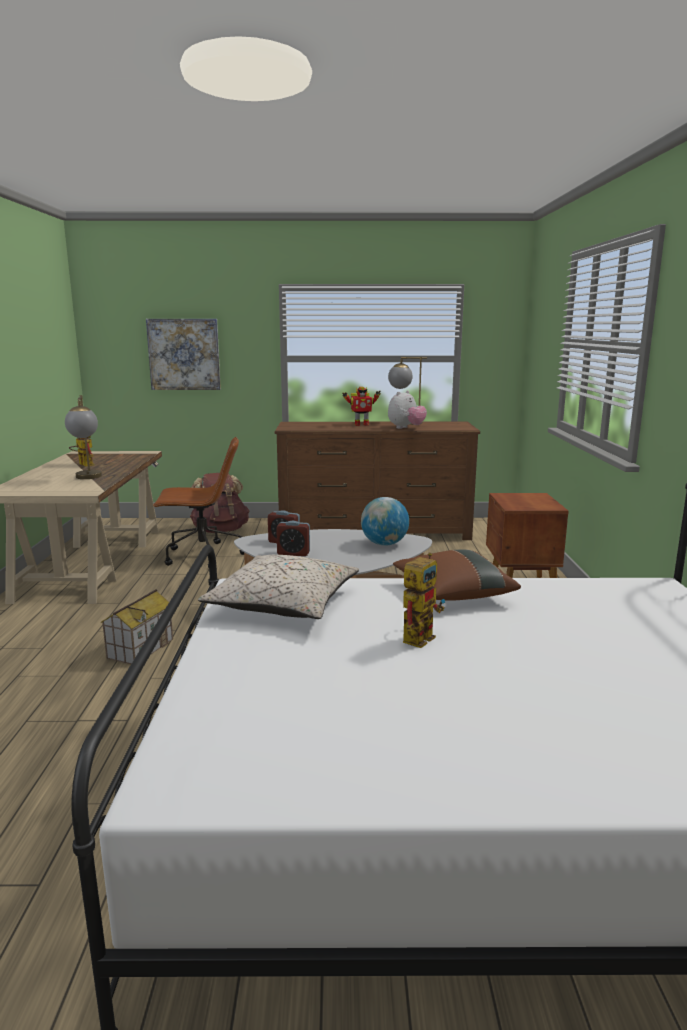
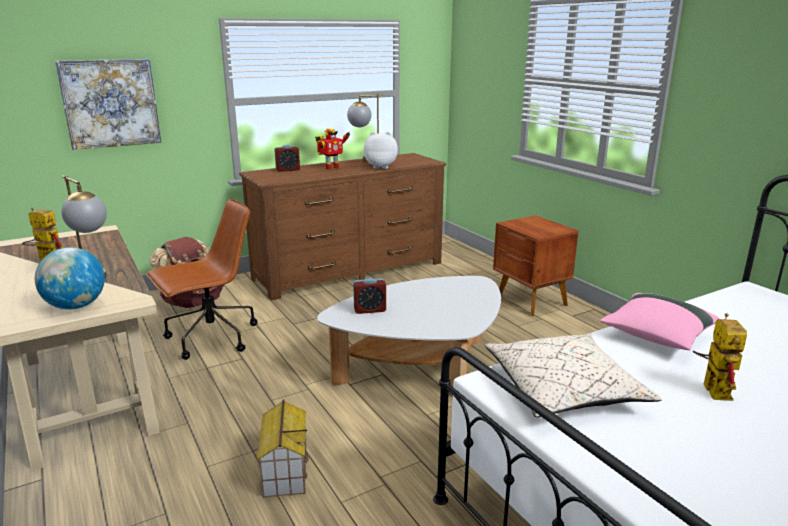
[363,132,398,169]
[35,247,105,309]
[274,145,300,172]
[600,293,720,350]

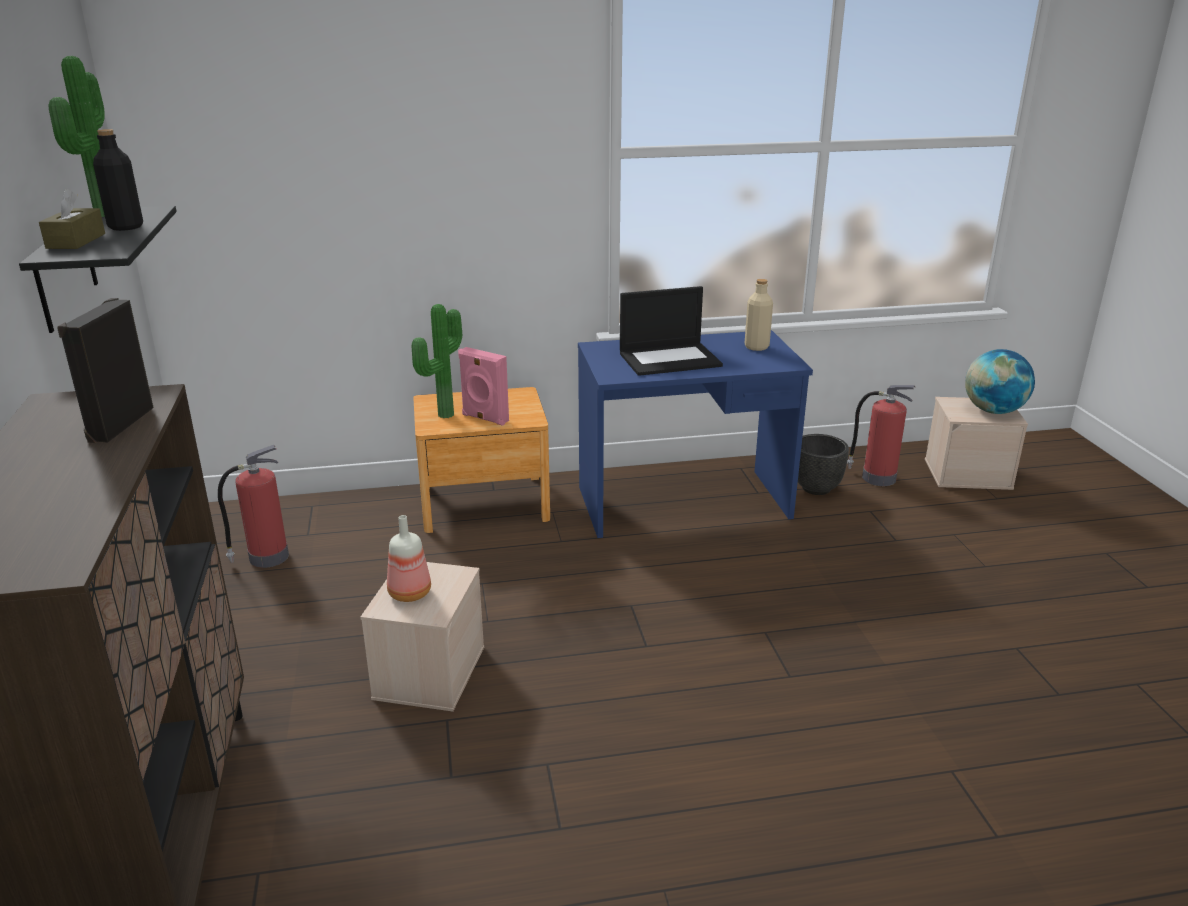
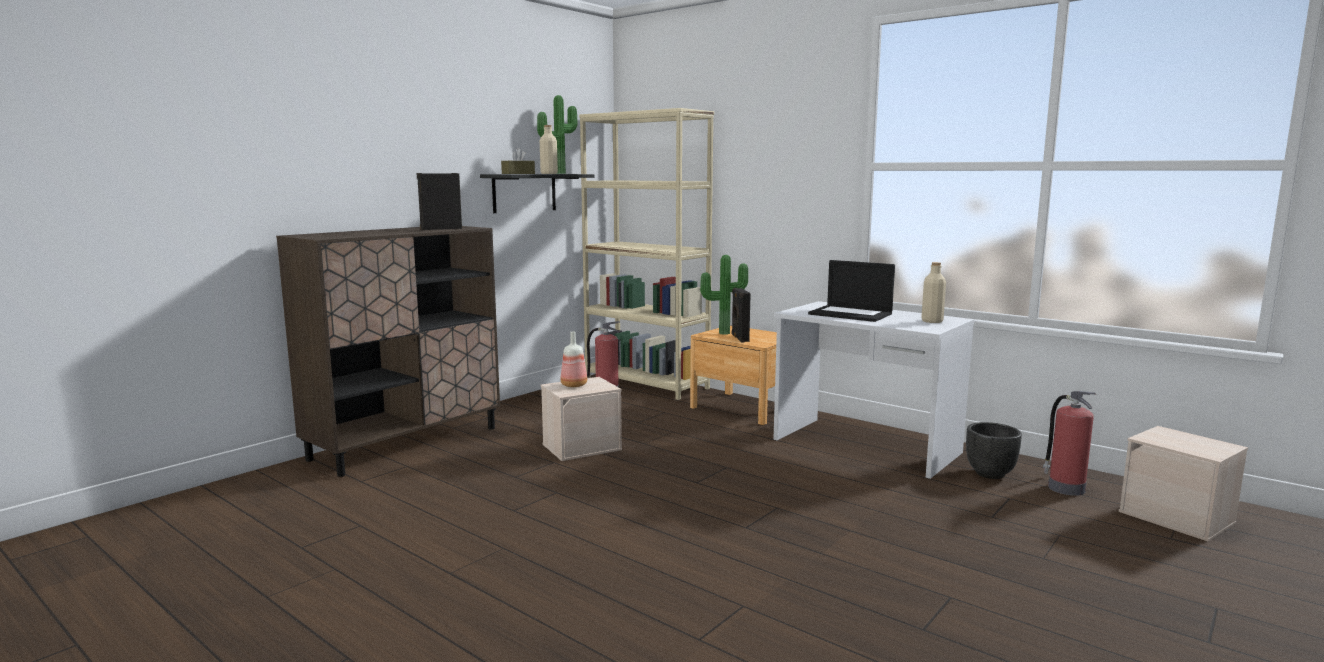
[540,125,558,174]
[773,301,974,479]
[731,288,751,342]
[965,349,1035,414] (first image)
[579,108,714,400]

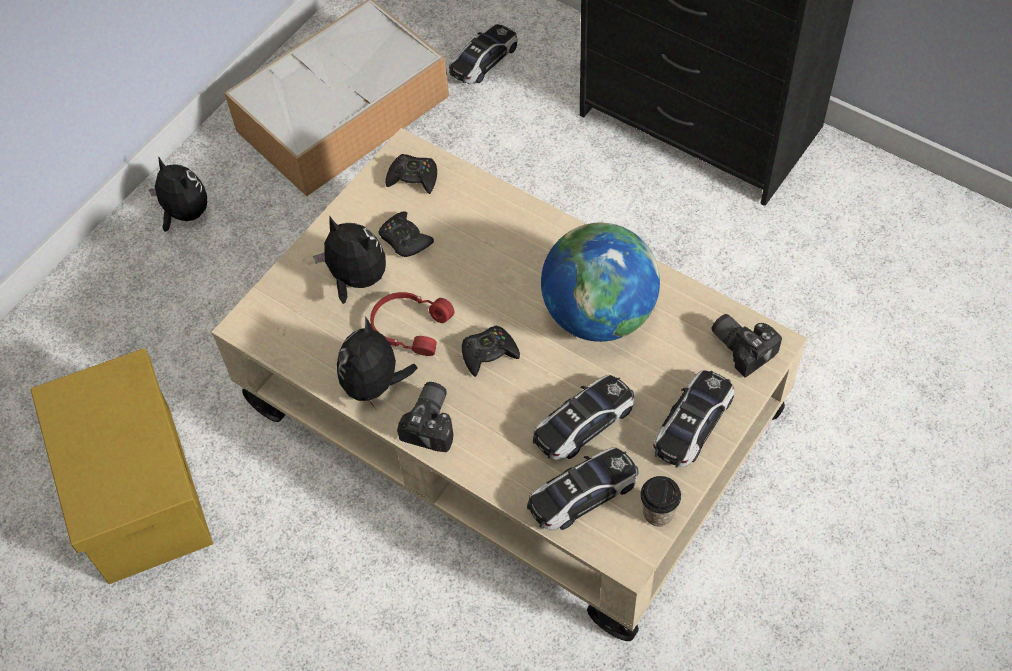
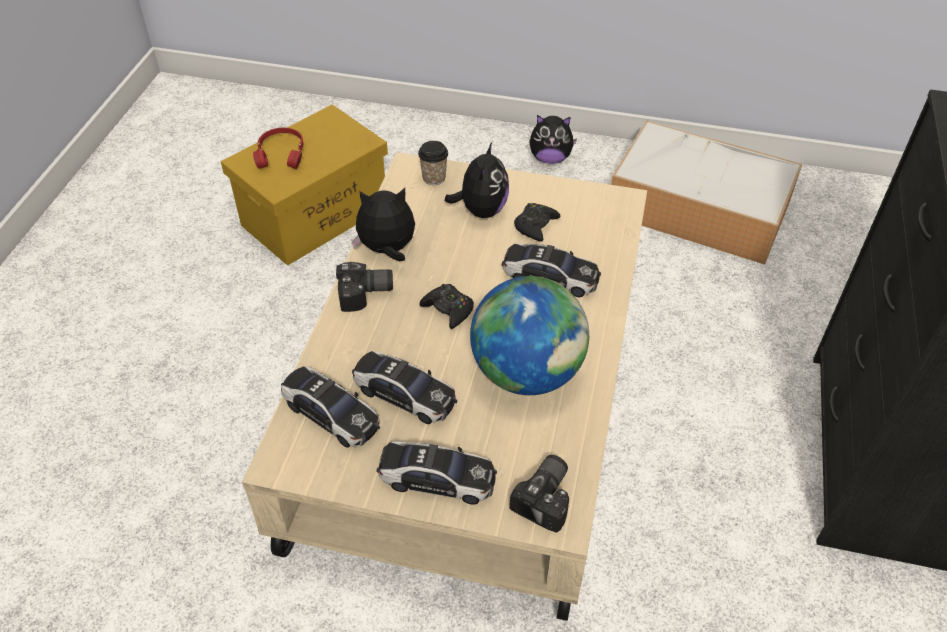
[502,243,601,297]
[385,154,437,194] (first image)
[530,115,577,164]
[253,128,303,169]
[418,141,448,185]

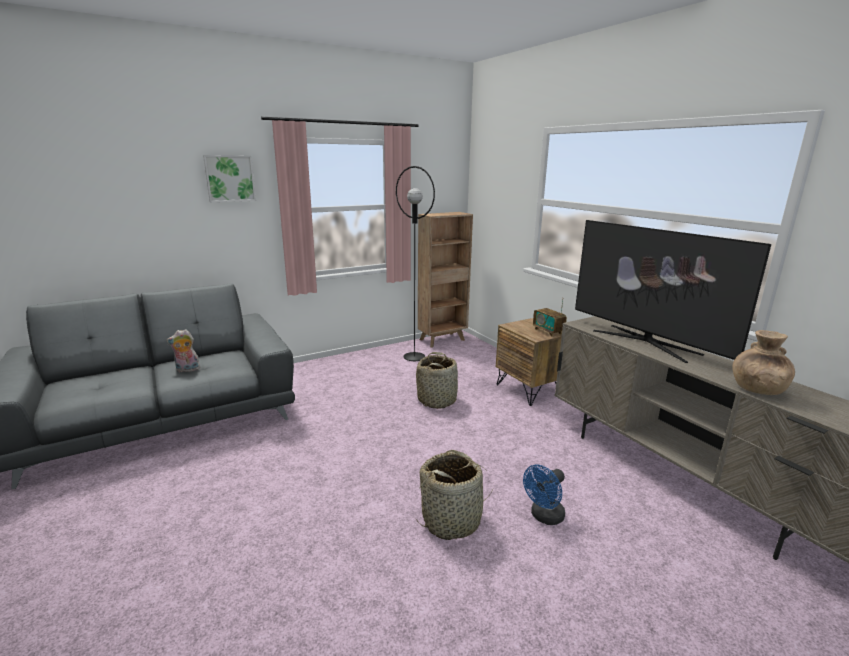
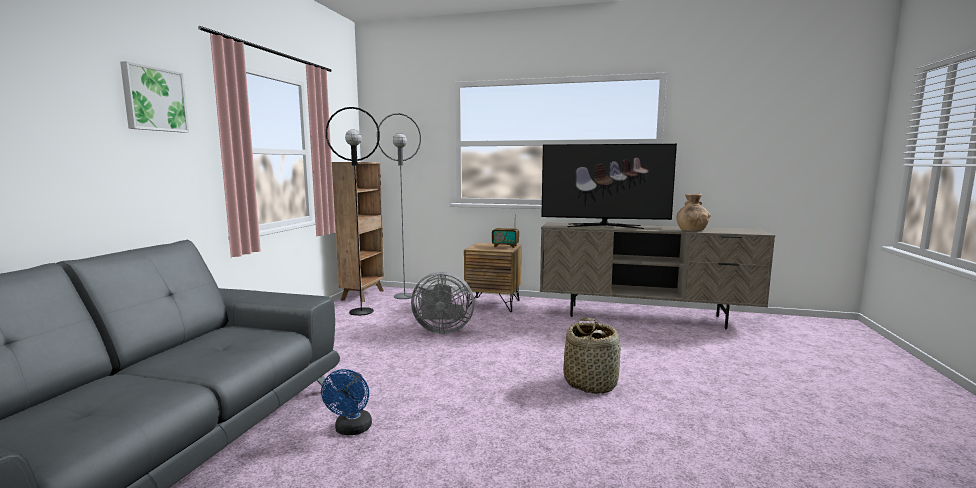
[167,329,200,372] (first image)
[411,272,474,334]
[321,369,372,435]
[377,113,421,299]

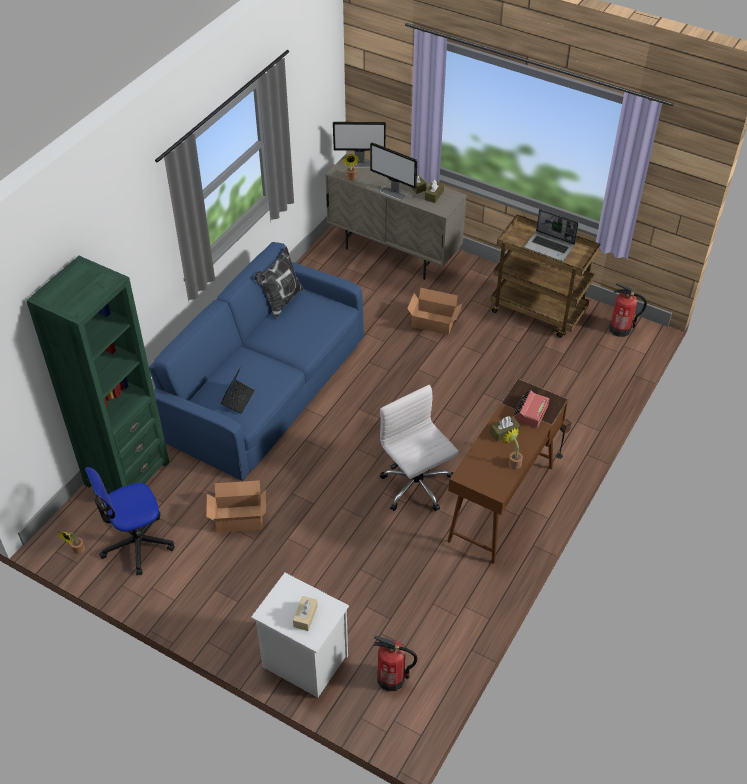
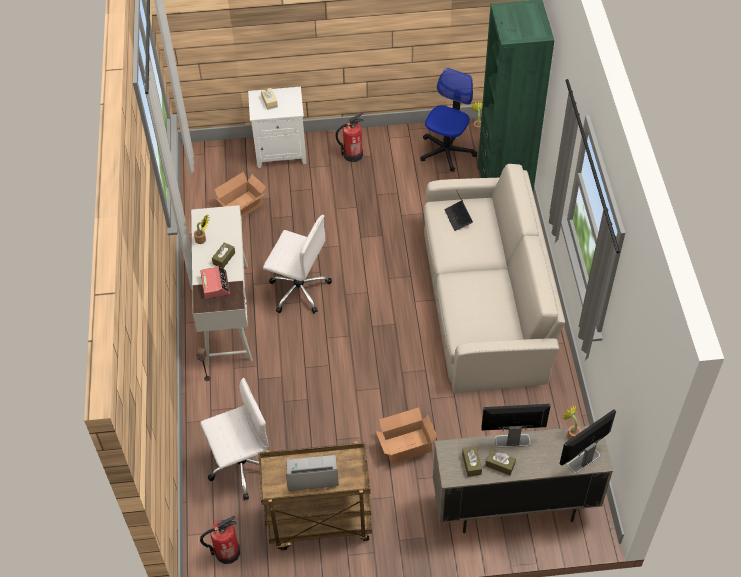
[424,164,565,393]
[254,246,304,319] (first image)
[191,205,253,366]
[214,172,266,218]
[336,112,364,162]
[200,378,269,500]

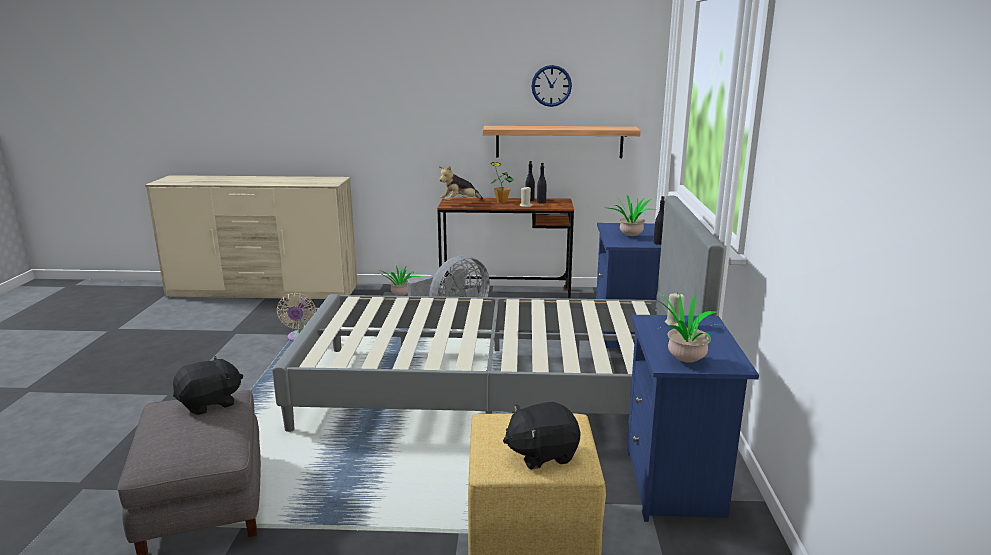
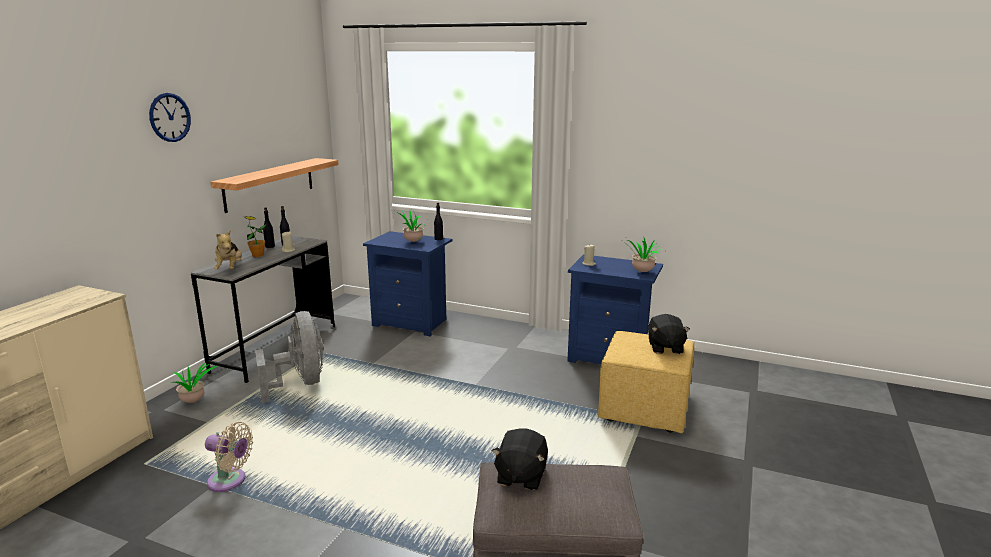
[149,93,191,142]
[272,195,724,432] (first image)
[191,236,336,383]
[492,429,548,490]

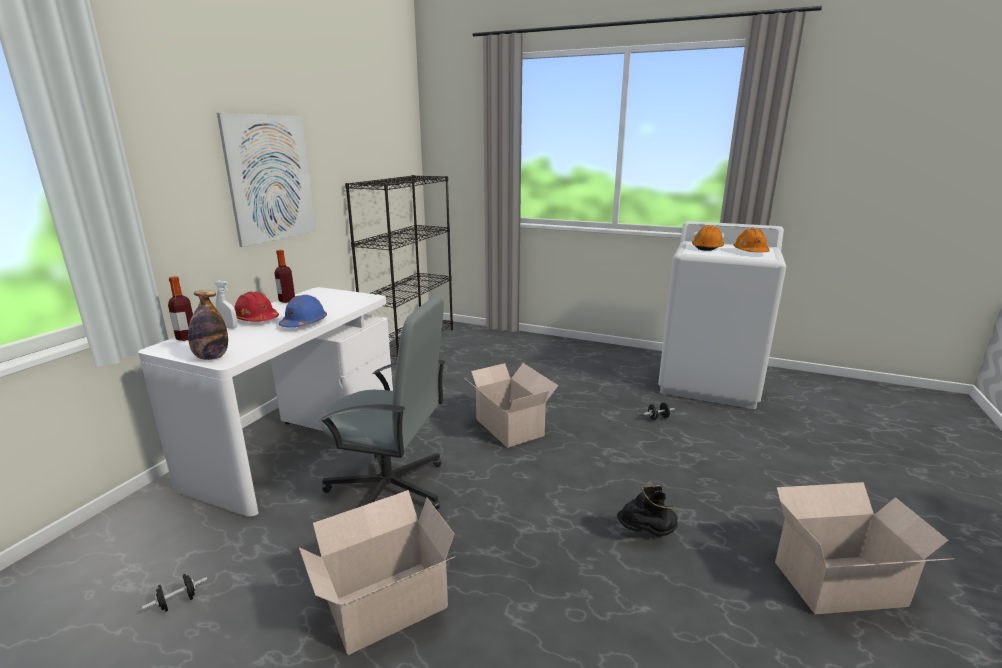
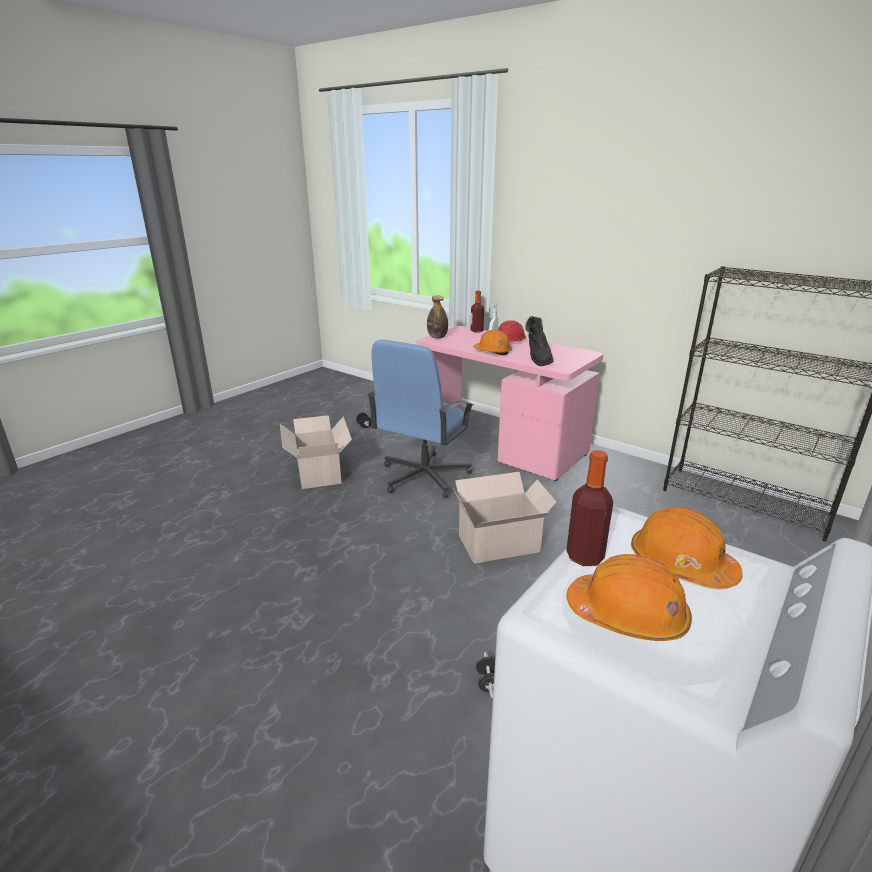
[217,113,316,247] (first image)
[566,450,613,566]
[417,326,603,481]
[473,330,512,356]
[367,340,474,498]
[775,482,954,614] (first image)
[525,316,554,366]

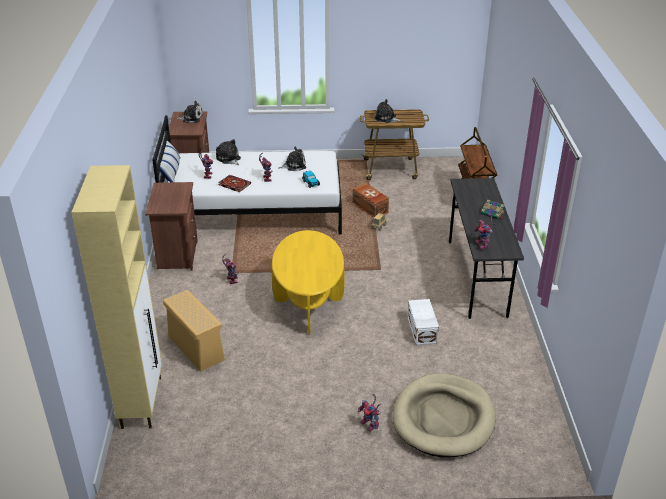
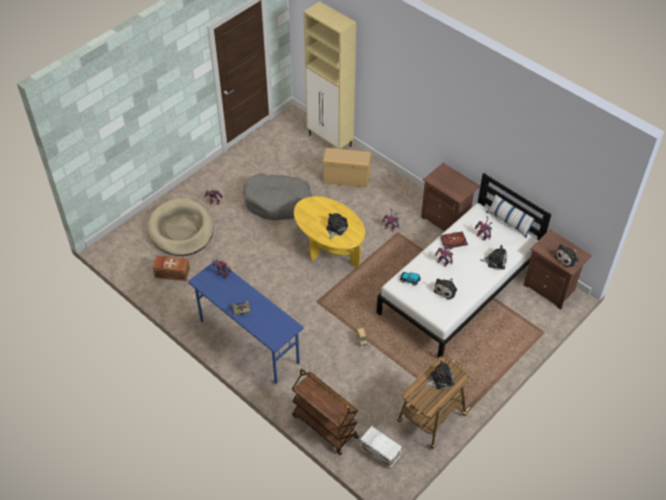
[188,259,303,384]
[152,255,190,281]
[360,426,402,469]
[243,173,312,220]
[326,213,348,239]

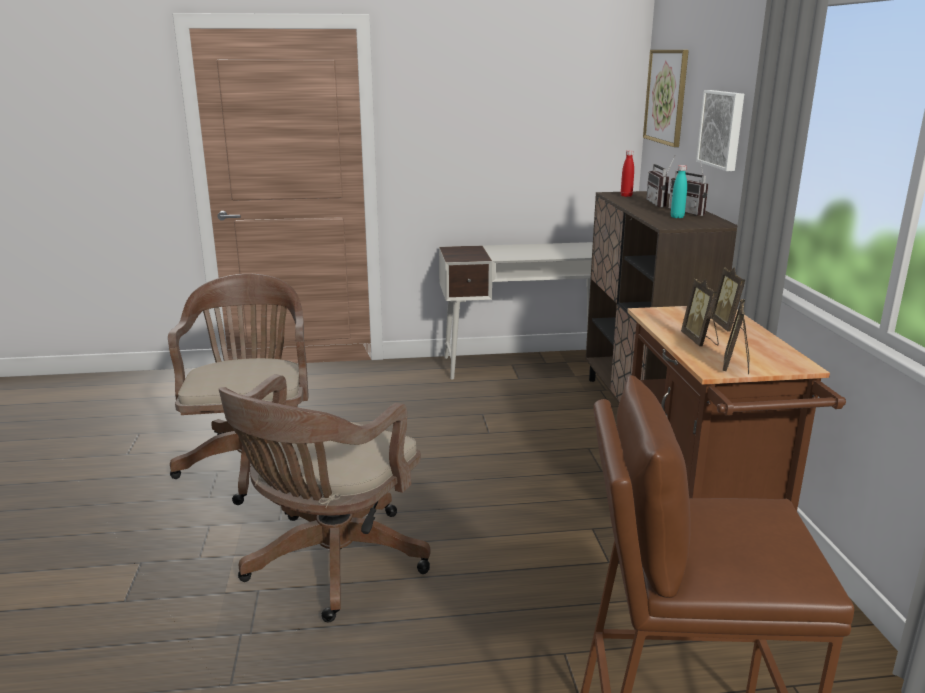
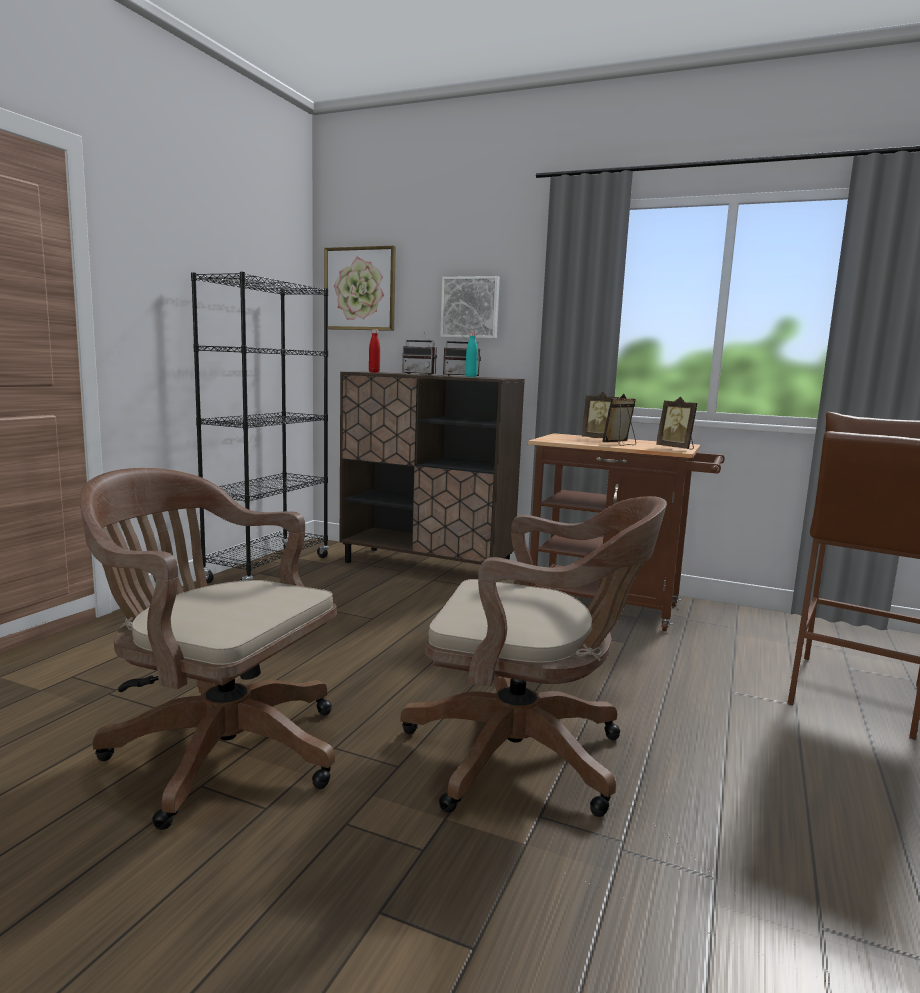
[191,272,329,583]
[602,394,636,446]
[401,496,667,817]

